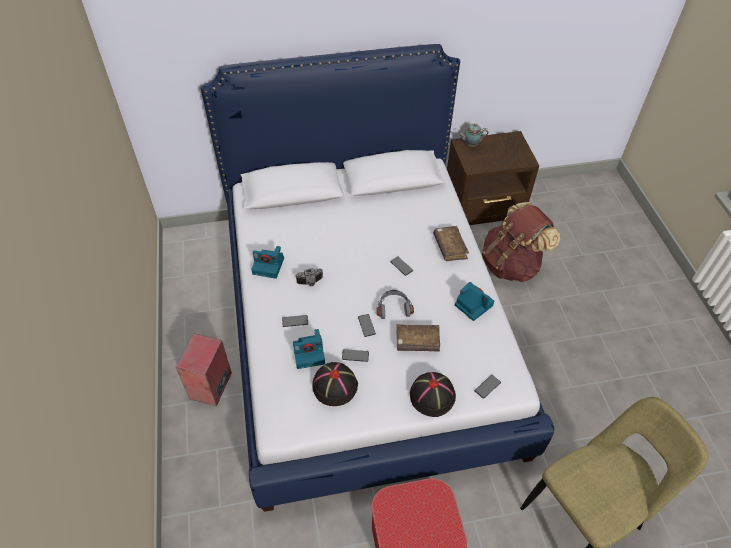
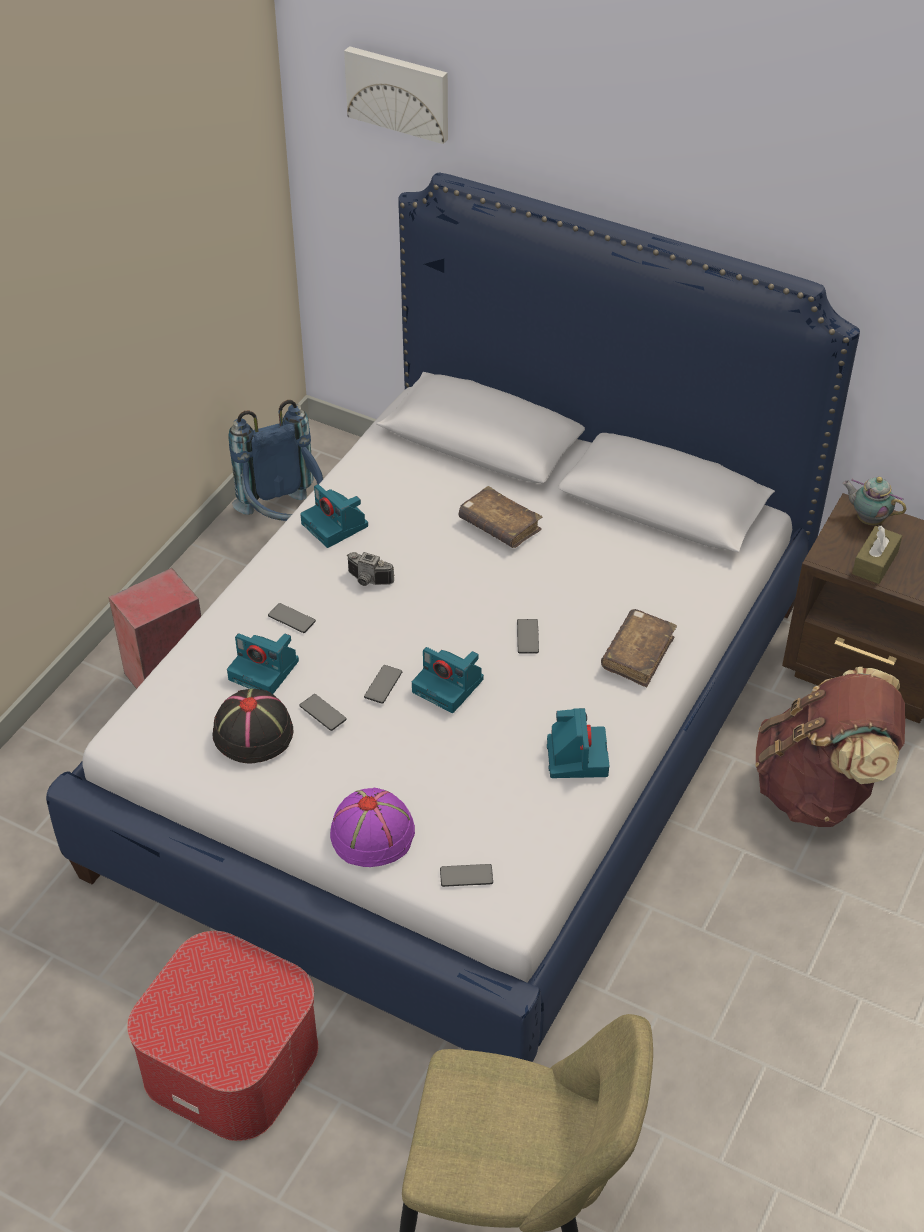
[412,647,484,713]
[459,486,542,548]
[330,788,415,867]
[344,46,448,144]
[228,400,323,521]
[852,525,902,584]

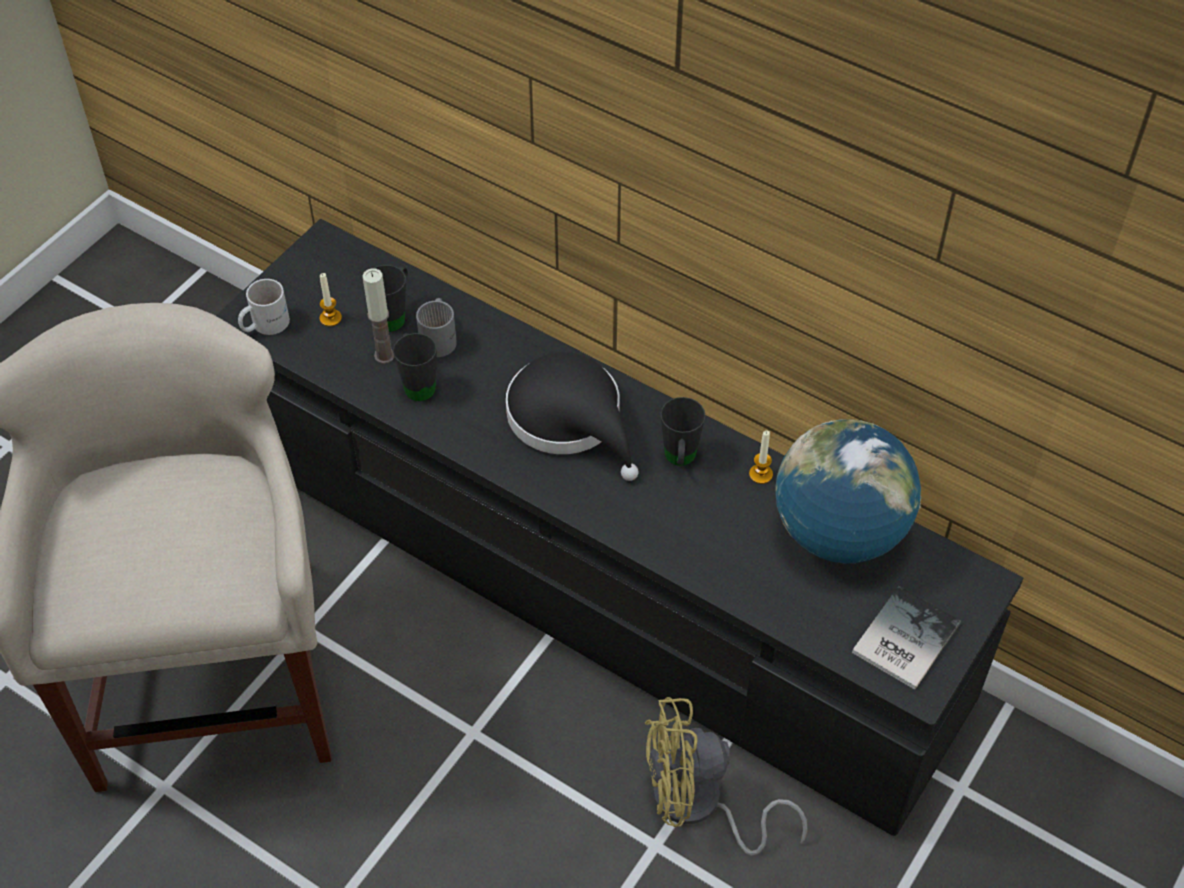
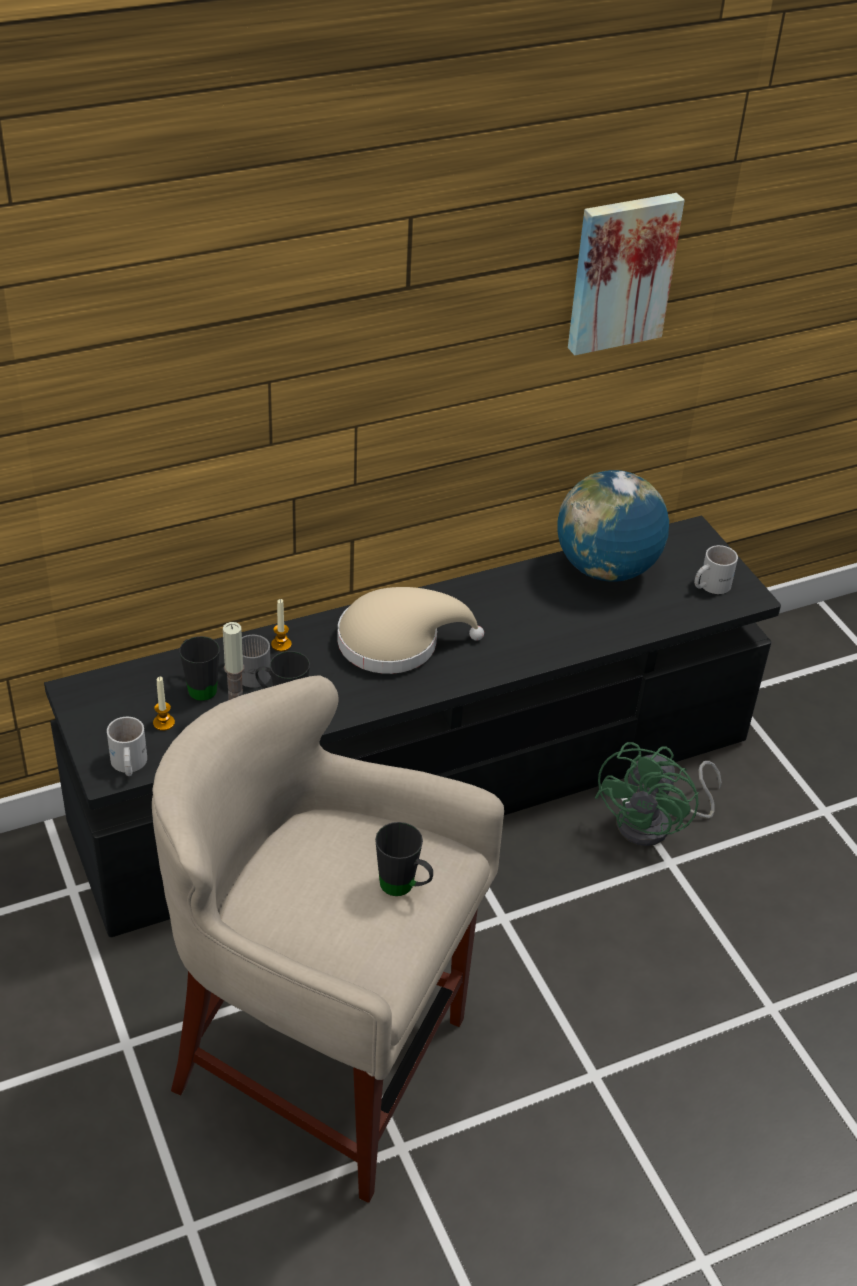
[338,587,484,674]
[375,822,433,896]
[271,599,292,652]
[694,545,738,594]
[595,742,722,846]
[568,193,685,355]

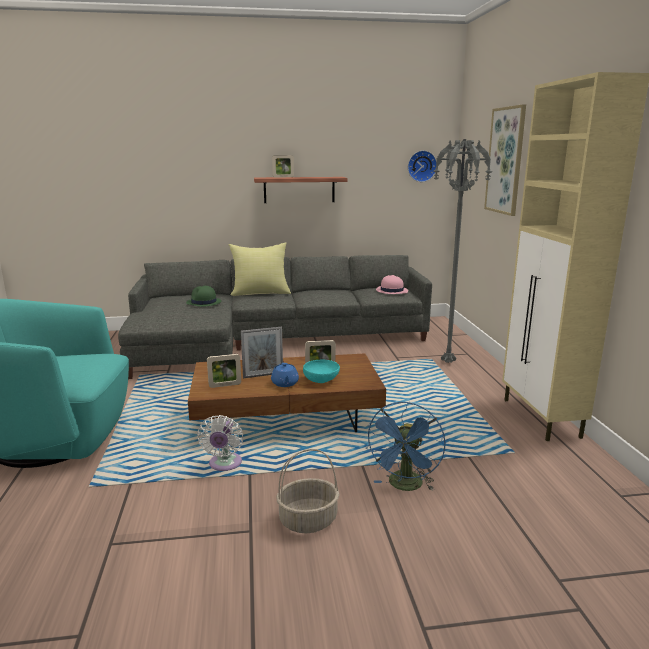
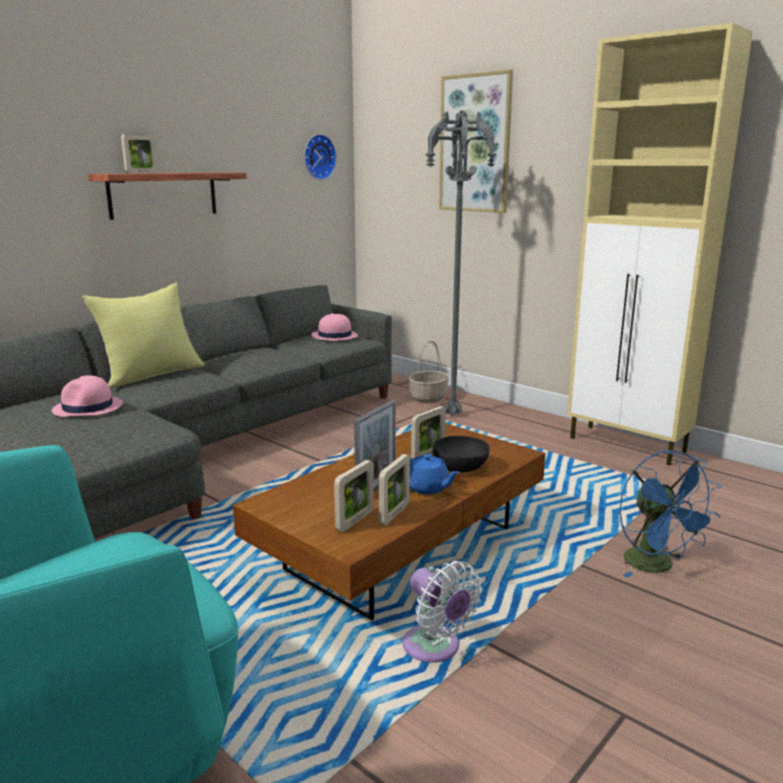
[52,375,123,417]
[433,436,490,472]
[408,341,449,403]
[379,454,410,526]

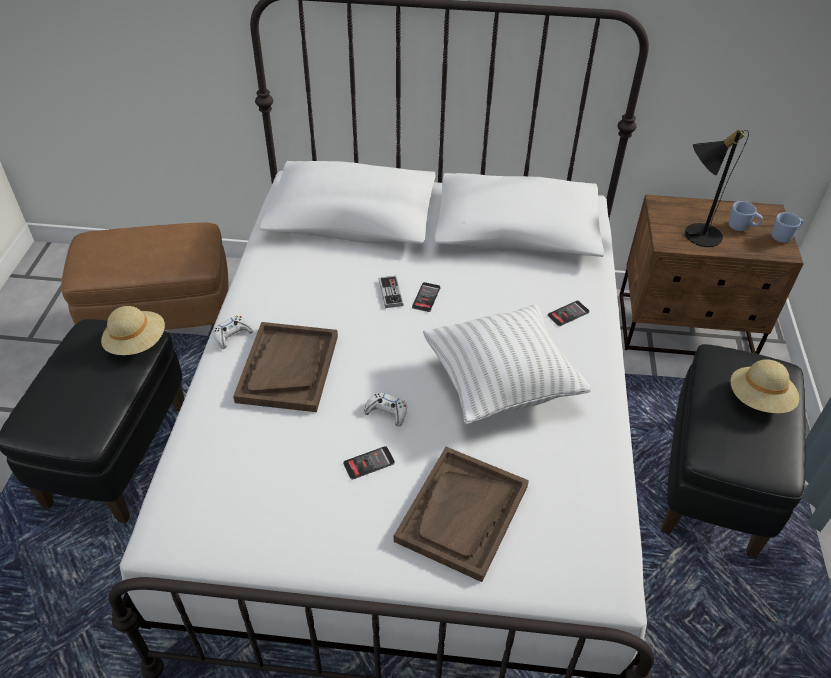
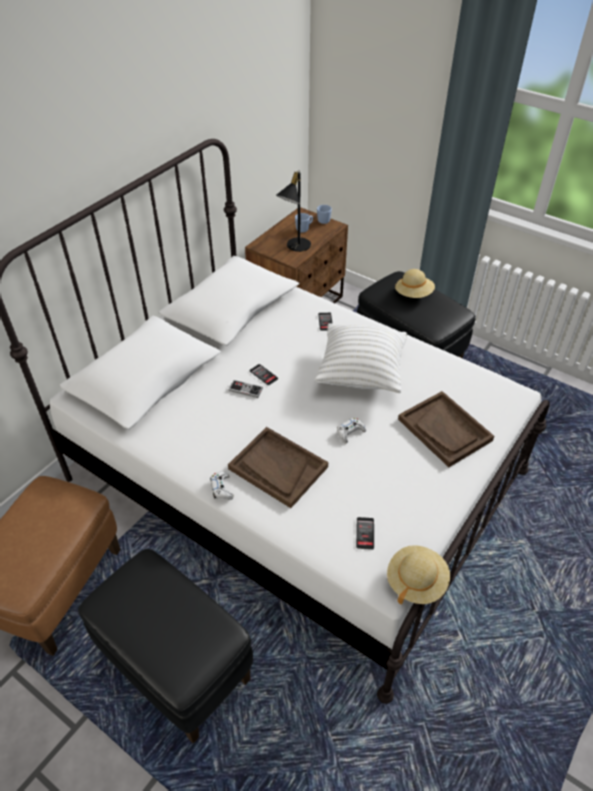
[387,545,450,605]
[356,517,374,550]

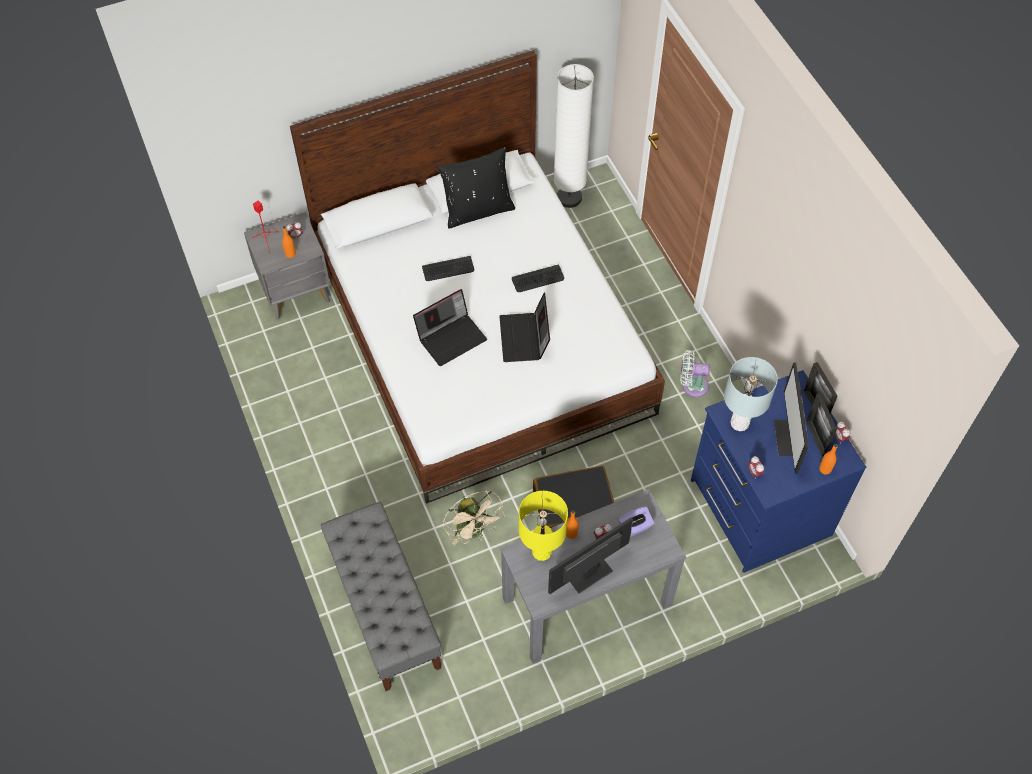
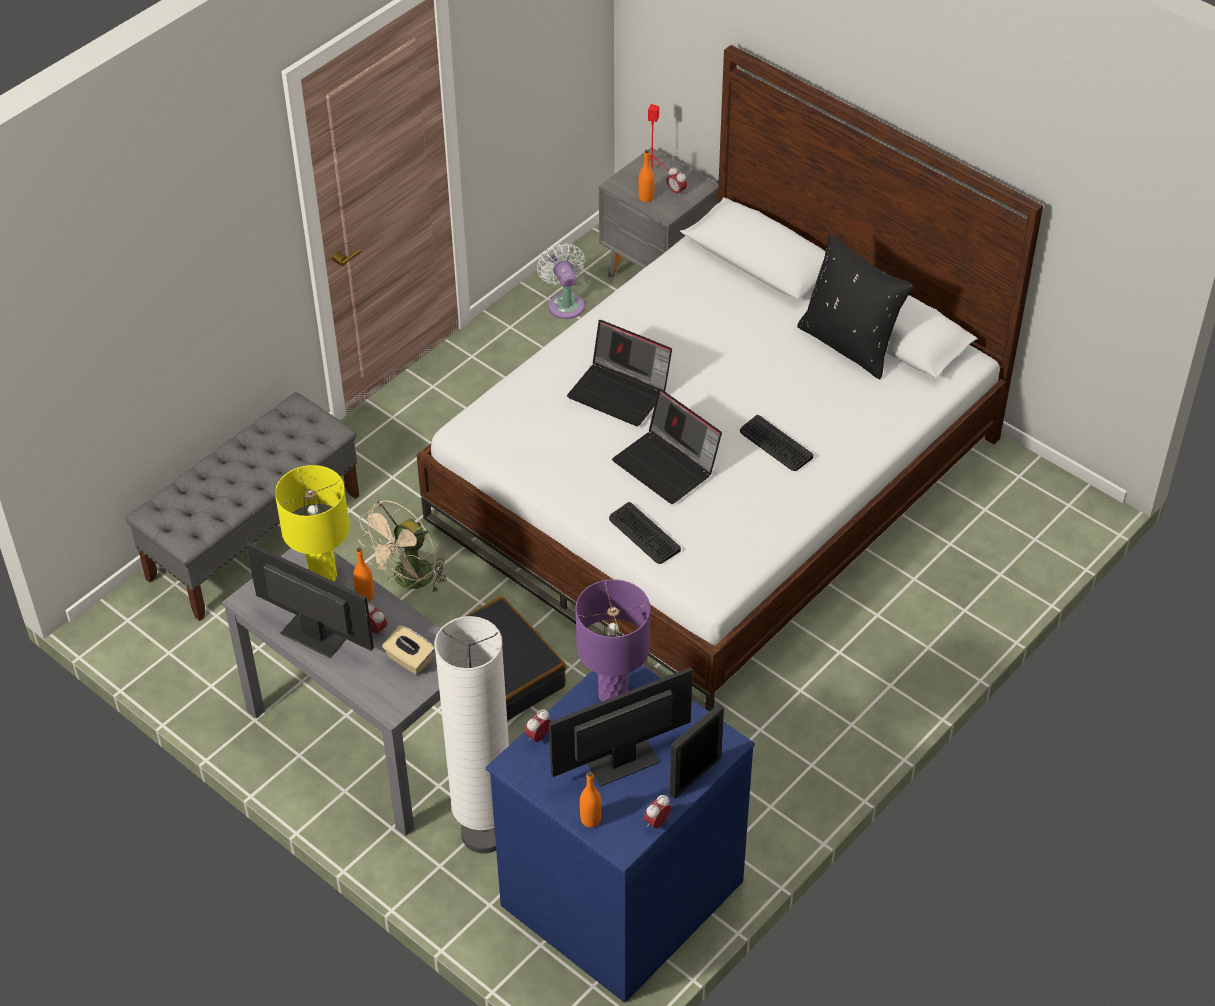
[434,616,509,853]
[609,502,681,564]
[612,389,722,504]
[537,243,585,319]
[575,579,650,701]
[806,393,837,456] (first image)
[382,625,435,675]

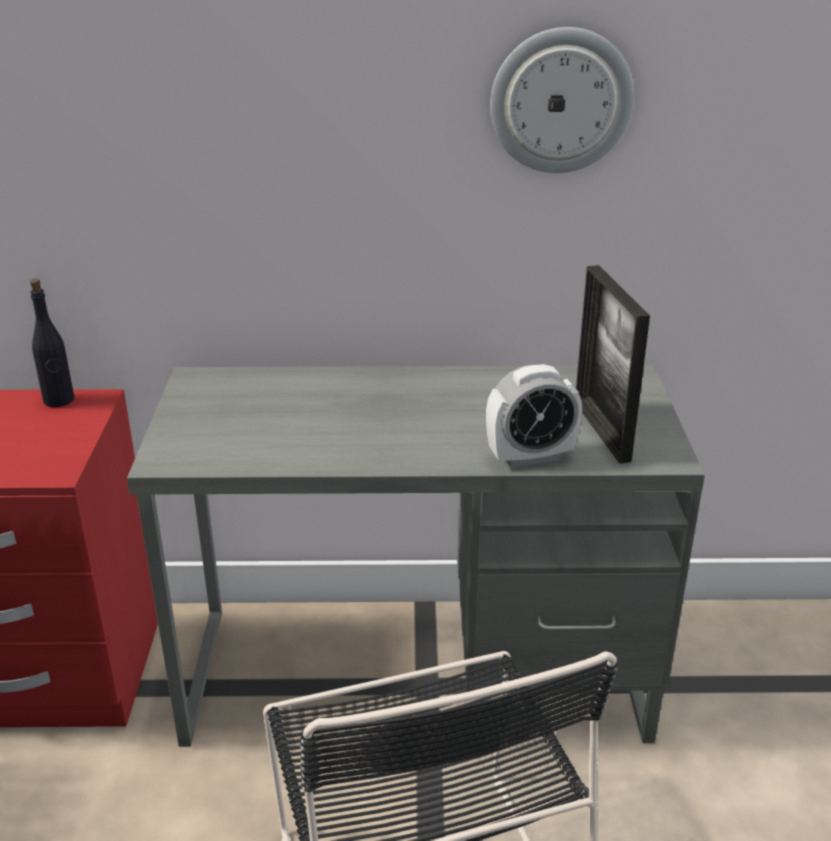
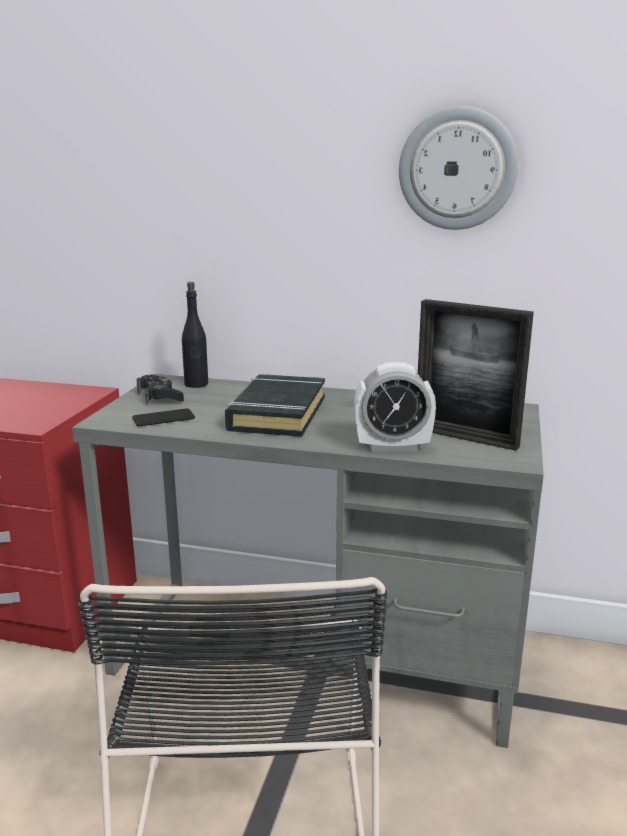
[418,299,534,451]
[182,282,208,388]
[136,374,184,404]
[225,374,325,437]
[132,408,195,426]

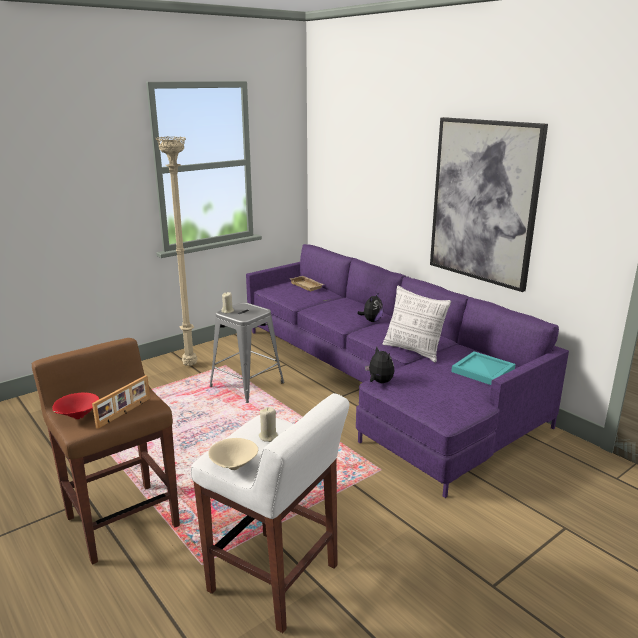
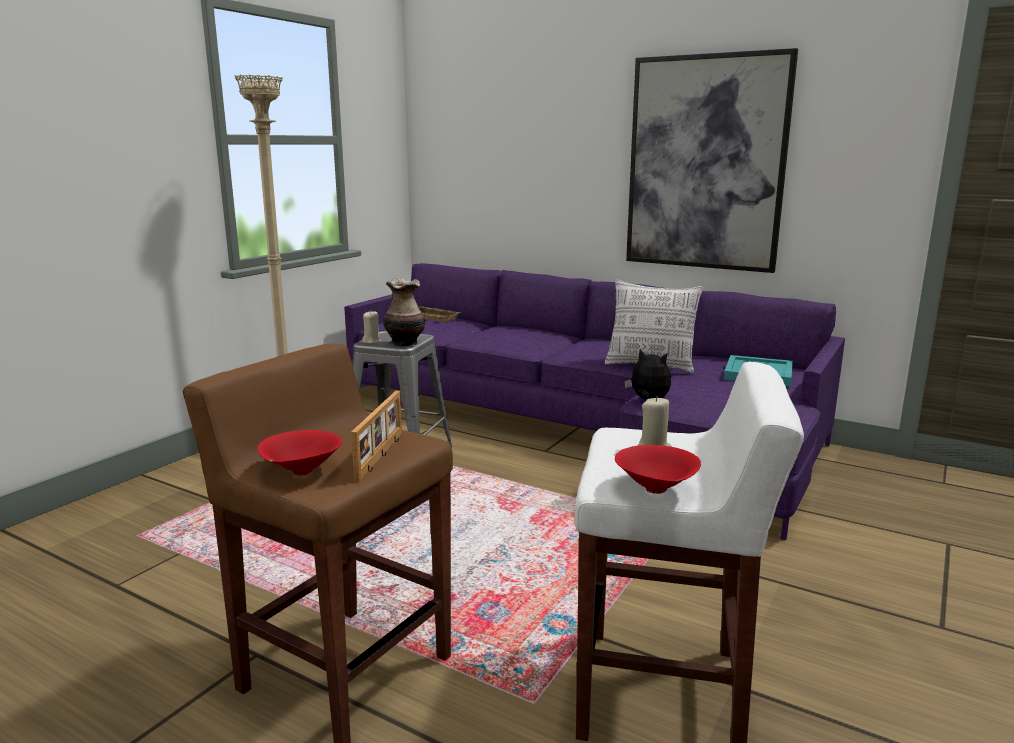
[357,292,383,322] (first image)
[615,445,701,494]
[383,278,425,346]

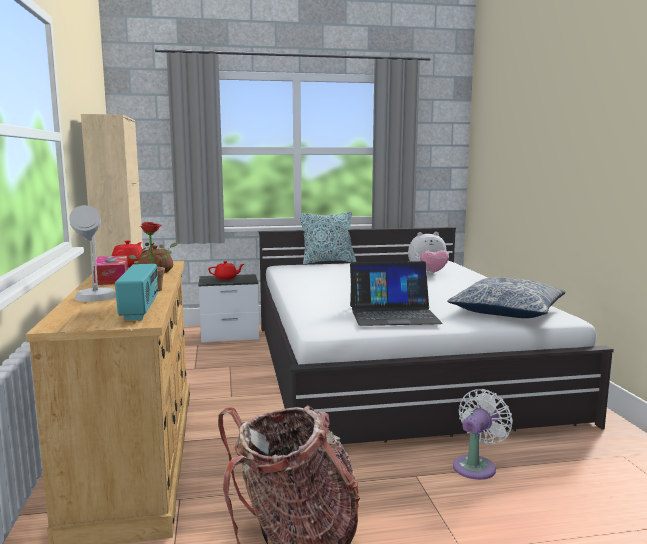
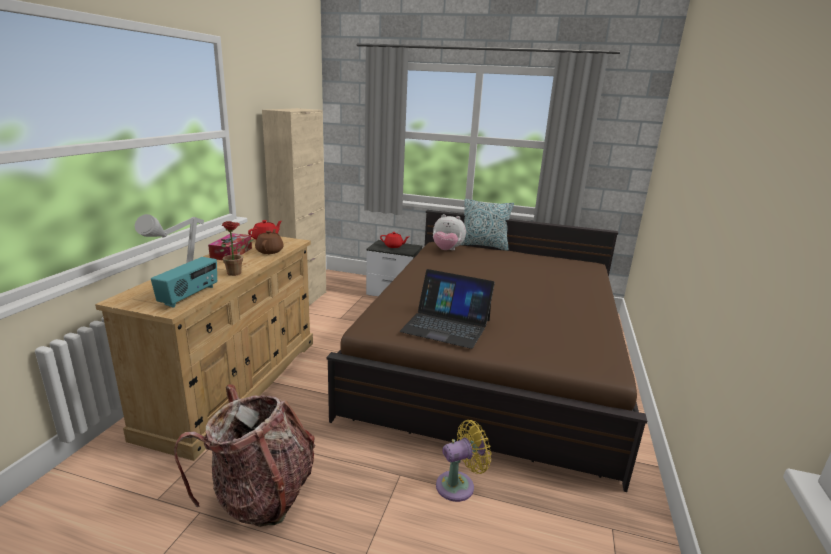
[327,210,647,492]
[433,214,466,250]
[447,277,566,318] (first image)
[436,420,491,502]

